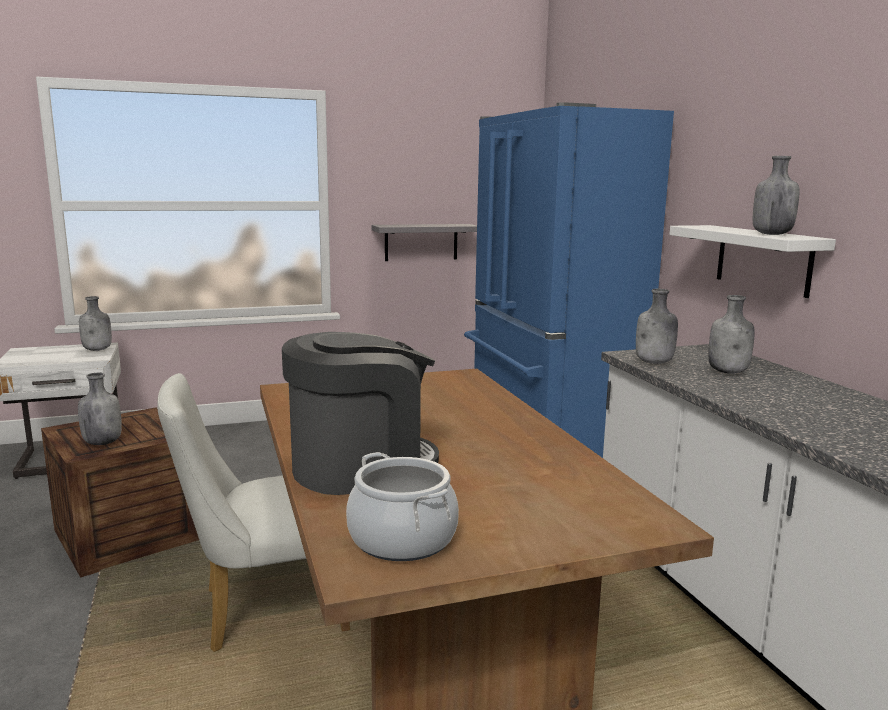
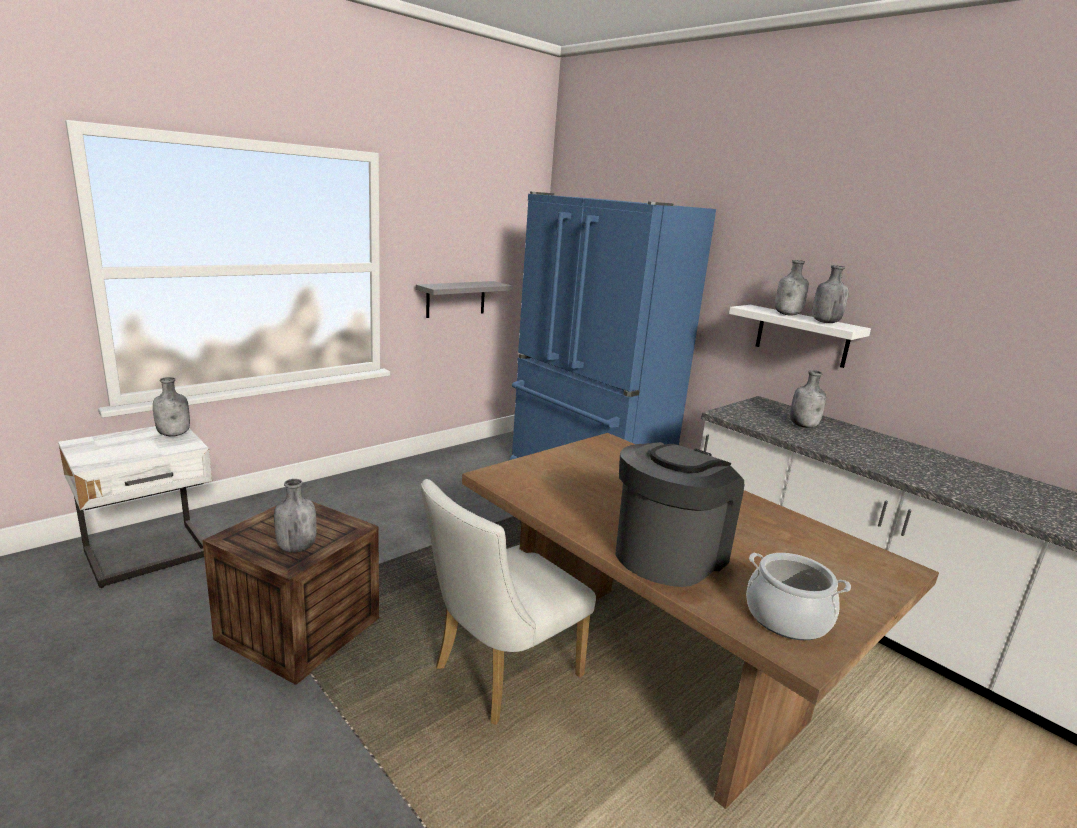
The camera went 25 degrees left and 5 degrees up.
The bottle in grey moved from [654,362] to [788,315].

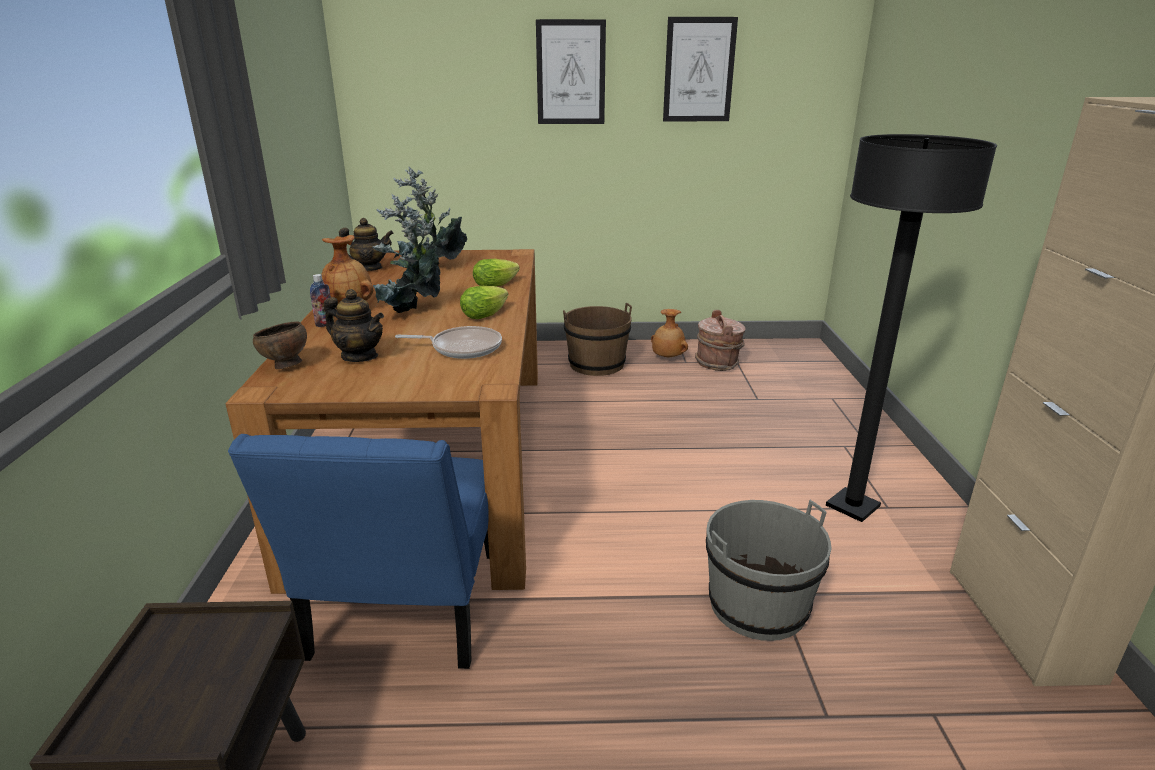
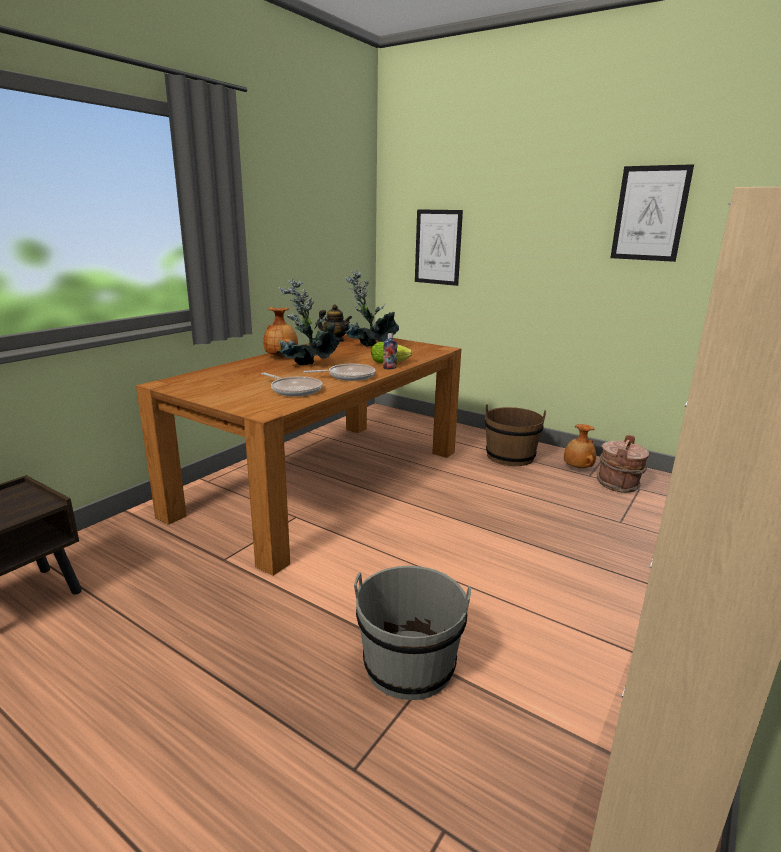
The camera went 35 degrees right and 5 degrees down.
The chair in blue at [403,613] disappeared.
The bowl in brown at [285,366] disappeared.
The teapot at [359,356] disappeared.
The floor lamp in black at [852,506] disappeared.
The bottle moved from [325,324] to [389,368].
The picture moved from [571,73] to [438,247].
The lettuce at [487,313] was replaced by the frying pan at [348,376].

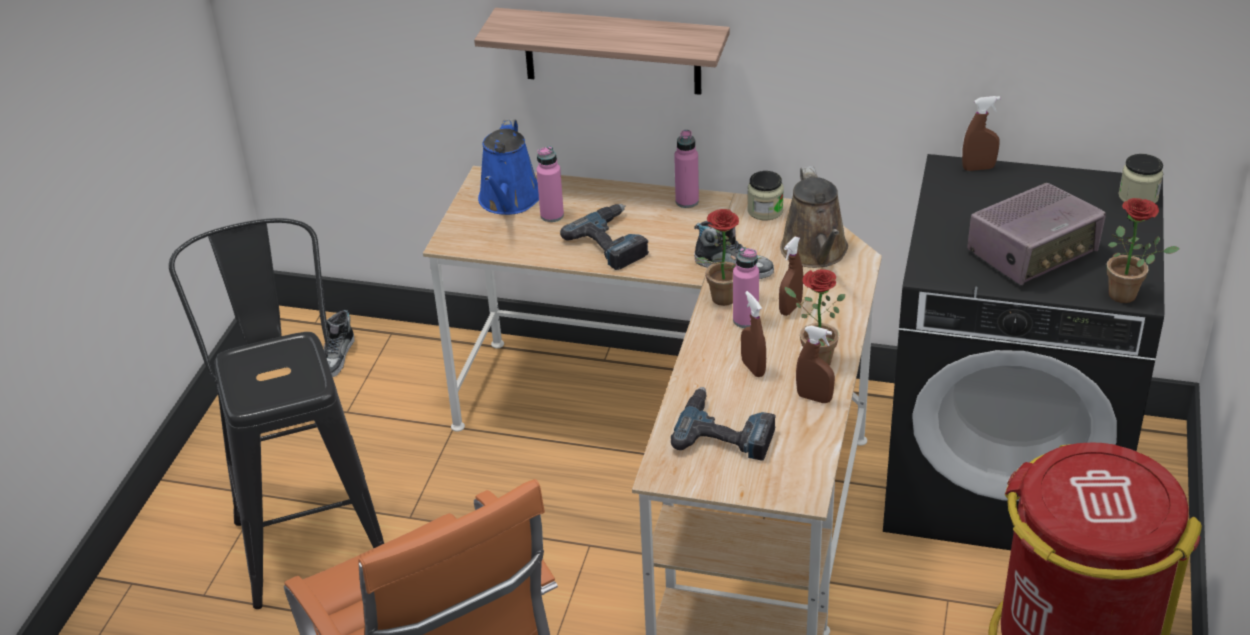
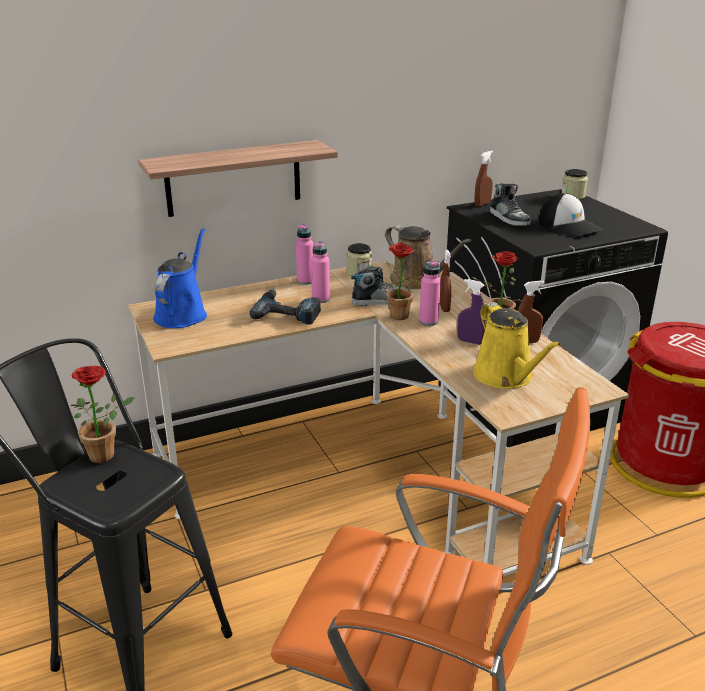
The camera went 40 degrees left and 10 degrees down.
The shoe moved from [337,357] to [509,218].
The bottle in pink moved from [552,215] to [320,299].
The potted plant moved from [1129,295] to [107,454].
The power drill at [725,432] was replaced by the watering can in yellow at [506,376].
The radio at [1033,253] was replaced by the cap at [569,226].
The spray bottle in brown at [753,368] became the spray bottle in purple at [470,341].
The watering can in blue at [509,201] turned 135 degrees counterclockwise.

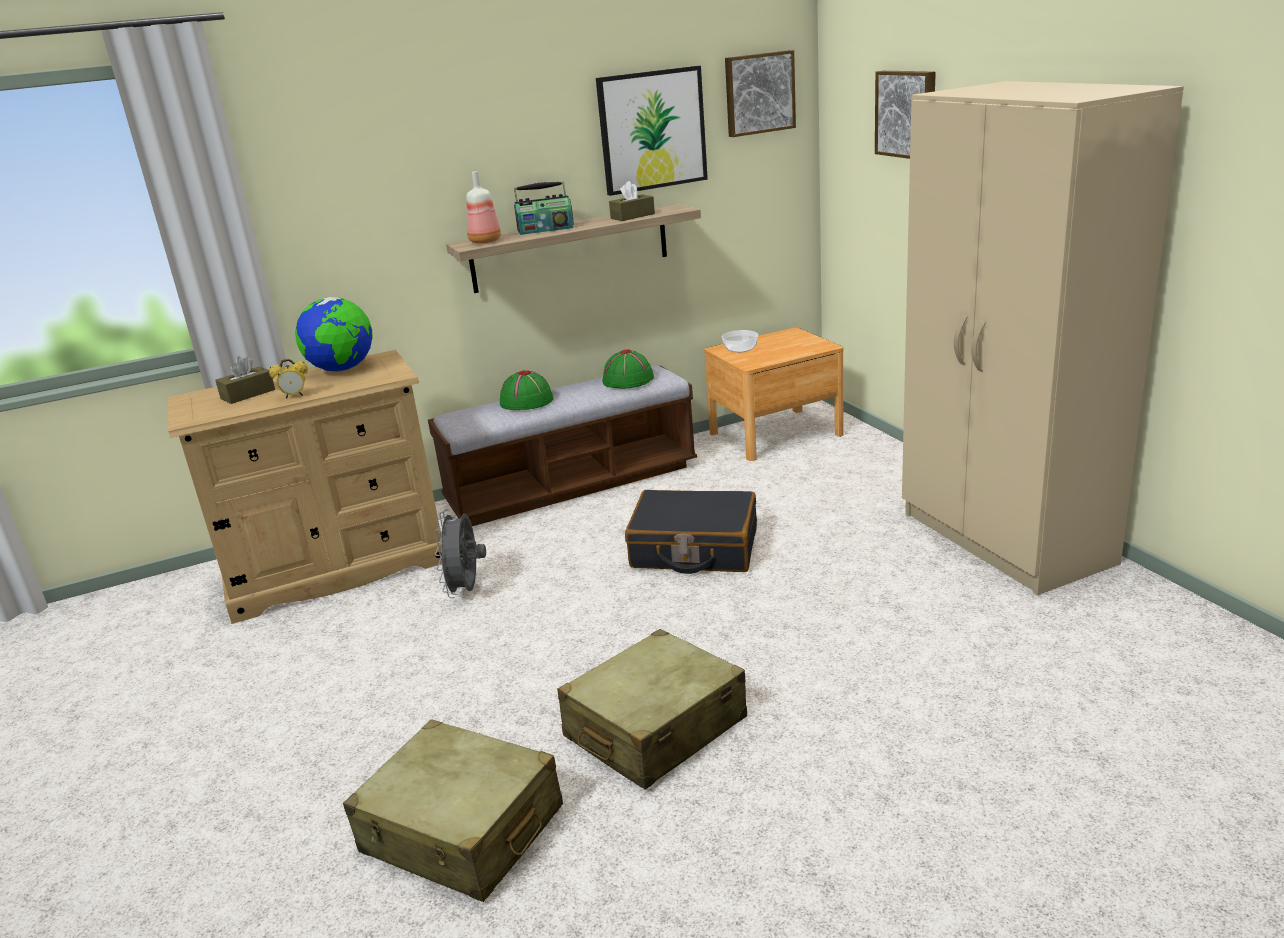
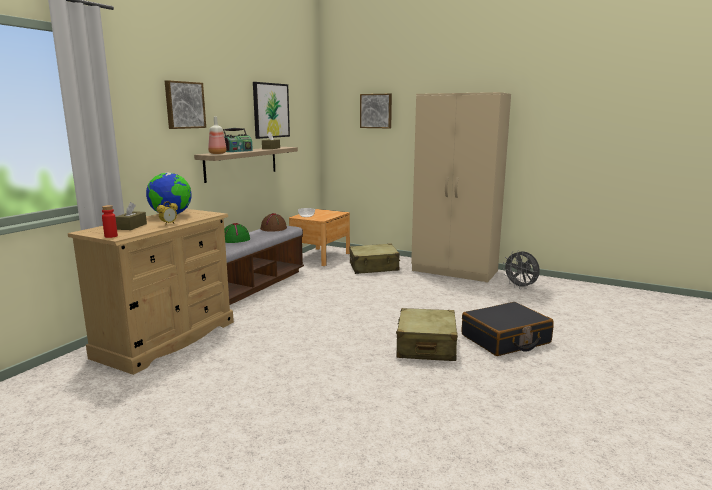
The camera went 40 degrees left and 10 degrees down.
The bottle in red at [111,236] appeared.
The suitcase in beige moved from [462,830] to [374,267].
The fan in grey moved from [466,590] to [520,287].
The suitcase in black moved from [694,549] to [505,339].
The picture moved from [758,93] to [184,105].
The hat in green at [628,380] became the hat in brown at [273,229].

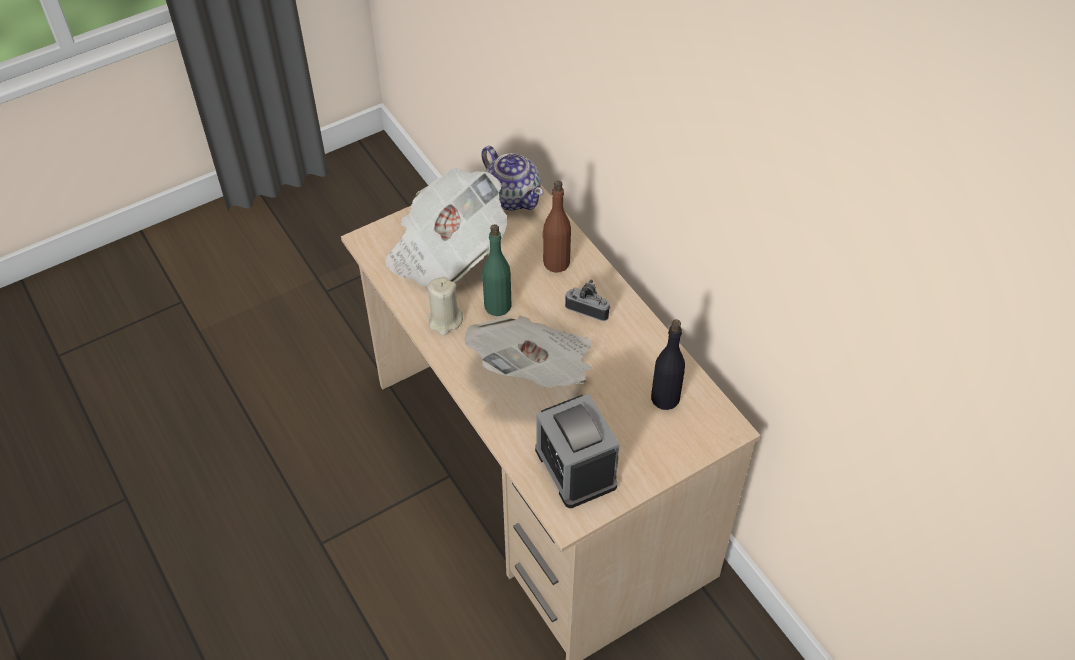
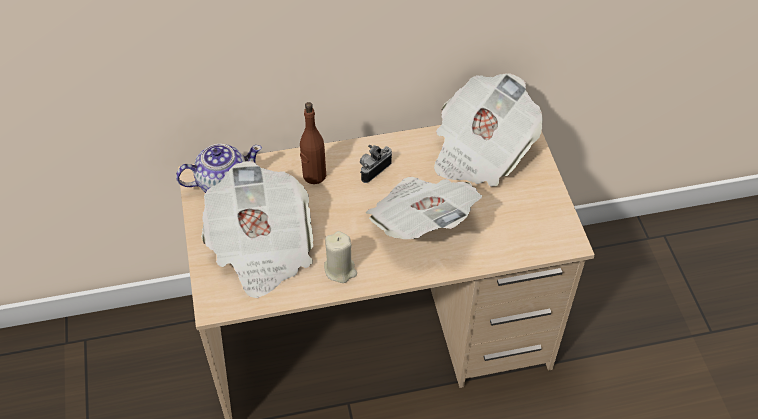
The camera went 70 degrees left and 0 degrees up.
The bottle in green at [497,305] disappeared.
The alarm clock at [575,467] disappeared.
The bottle in black at [665,398] was replaced by the newspaper at [480,150].

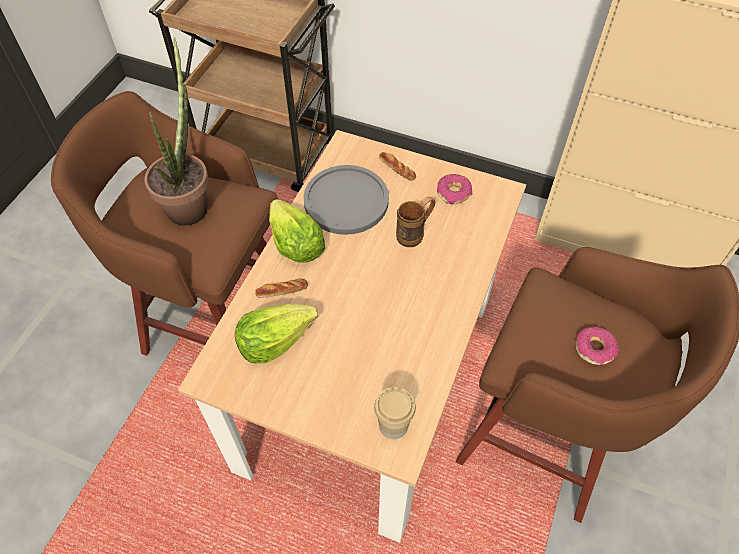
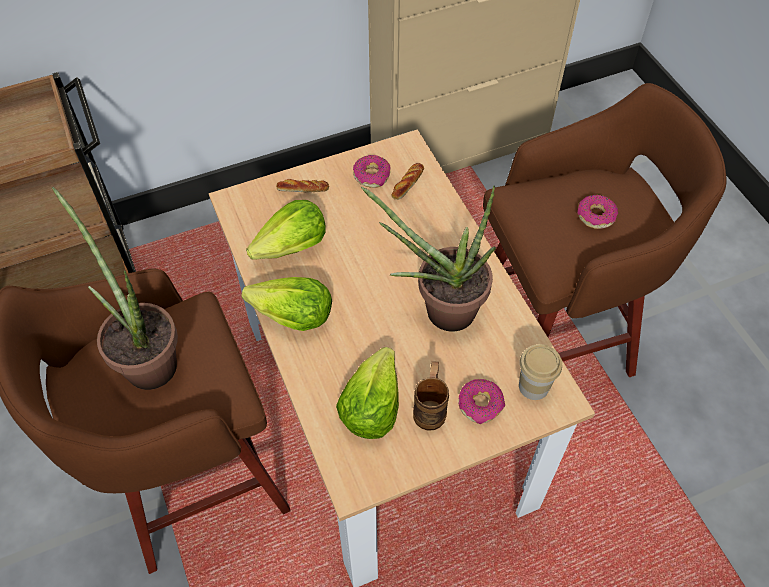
The camera went 45 degrees left and 0 degrees up.
The potted plant at [439,310] appeared.
The donut at [480,404] appeared.
The bread moved from [282,290] to [407,184].
The mug in brown moved from [415,233] to [430,407].
The plate in grey at [346,201] was replaced by the lettuce at [292,247].

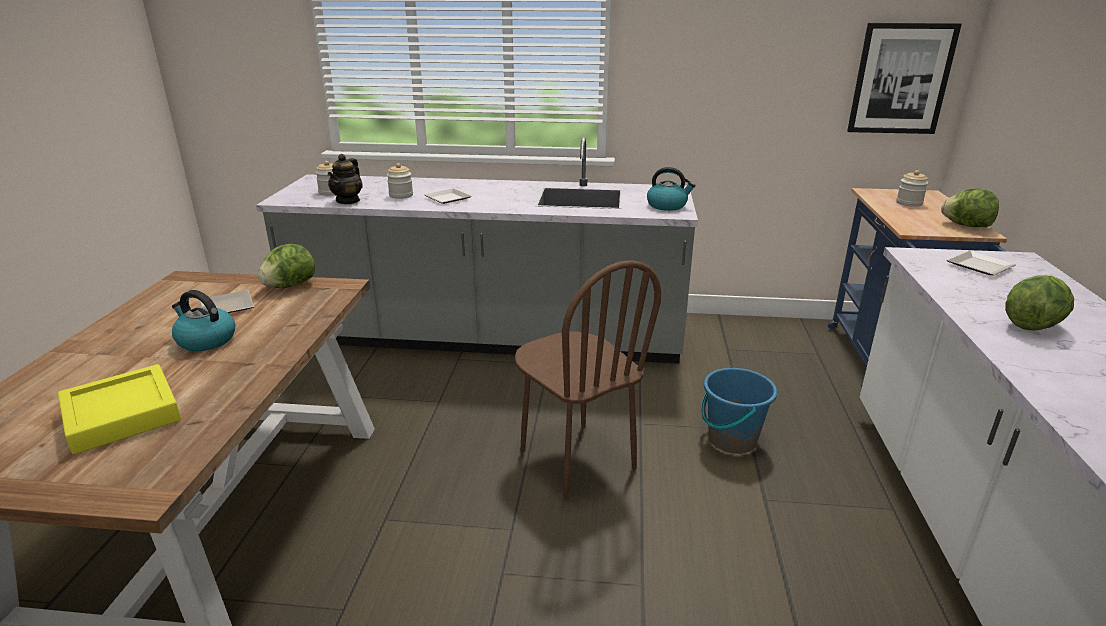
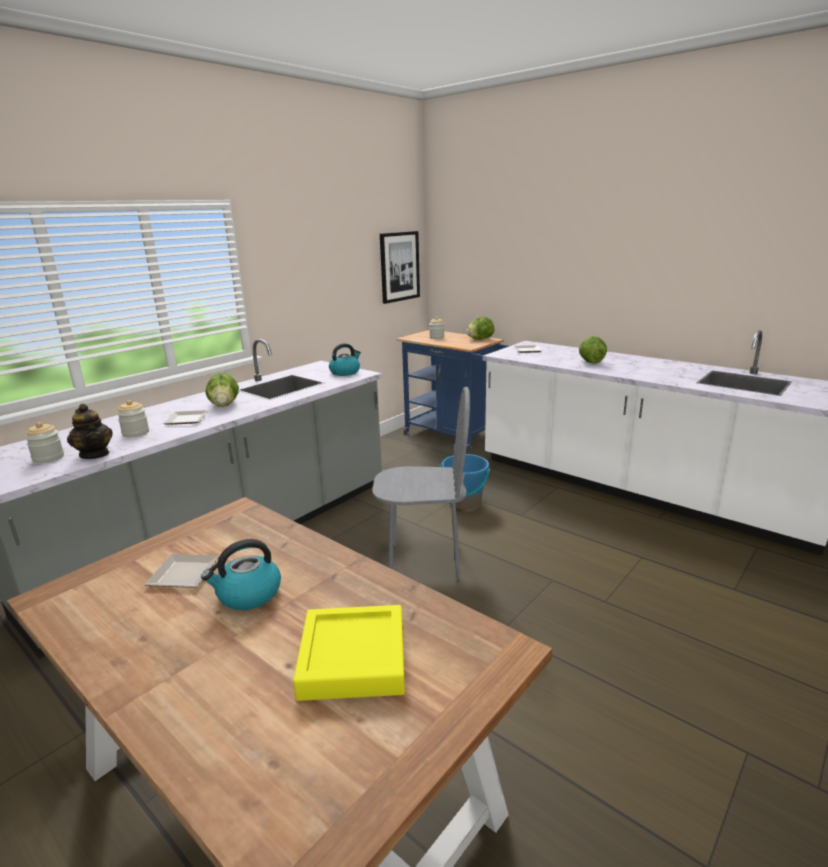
The camera went 55 degrees left and 5 degrees down.
The lettuce moved from [289,286] to [224,405].
The chair in brown at [576,460] became the chair in grey at [424,560].

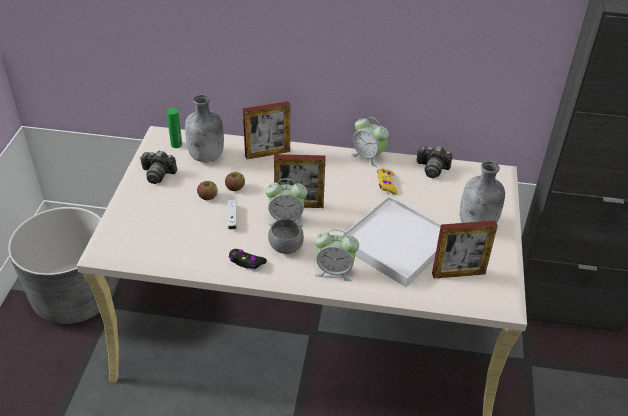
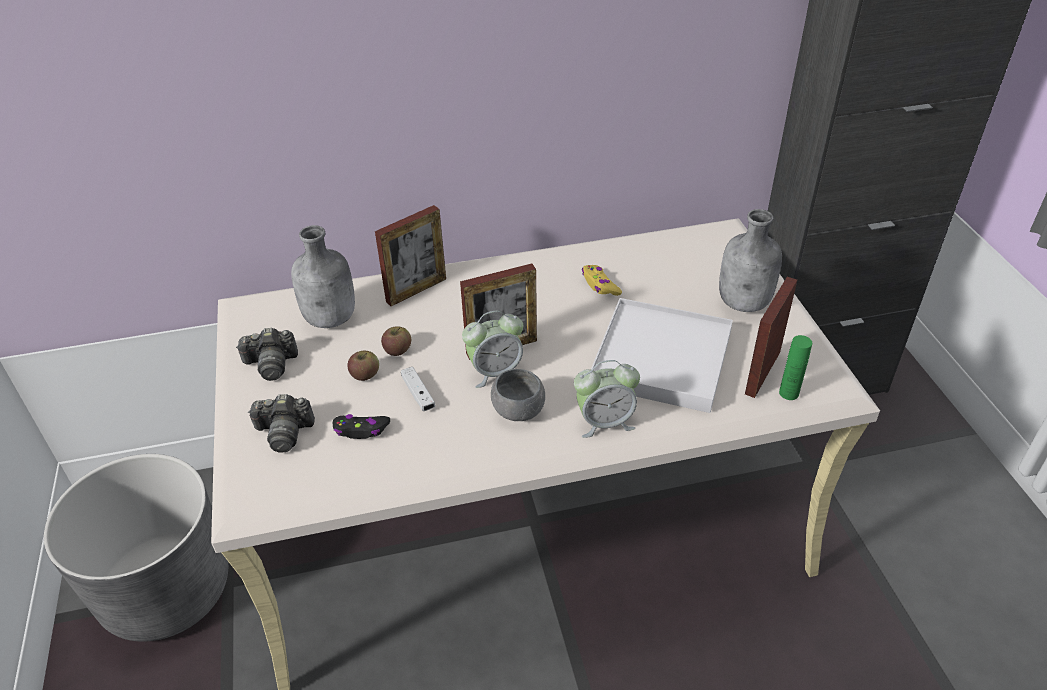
The camera went 20 degrees left and 0 degrees up.
The alarm clock at [368,156] disappeared.
The bottle in green moved from [176,144] to [788,393].
The game controller in black moved from [246,262] to [361,430].
The photo camera moved from [432,168] to [284,432].
The picture frame at [458,273] turned 150 degrees clockwise.

